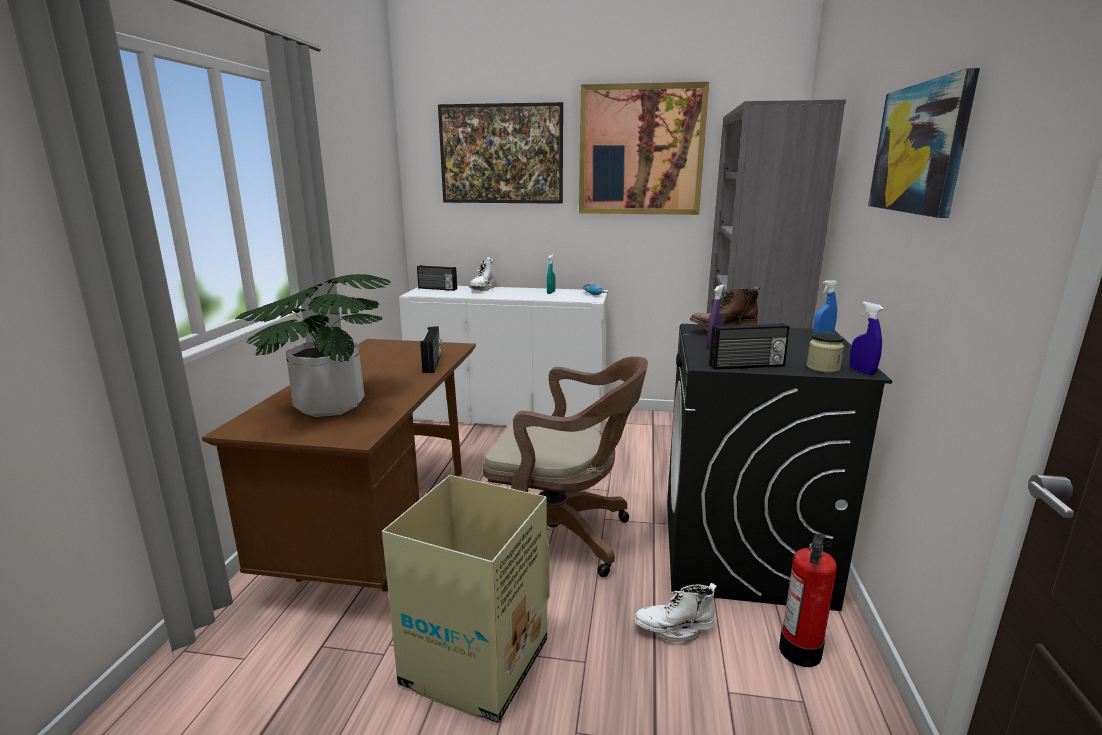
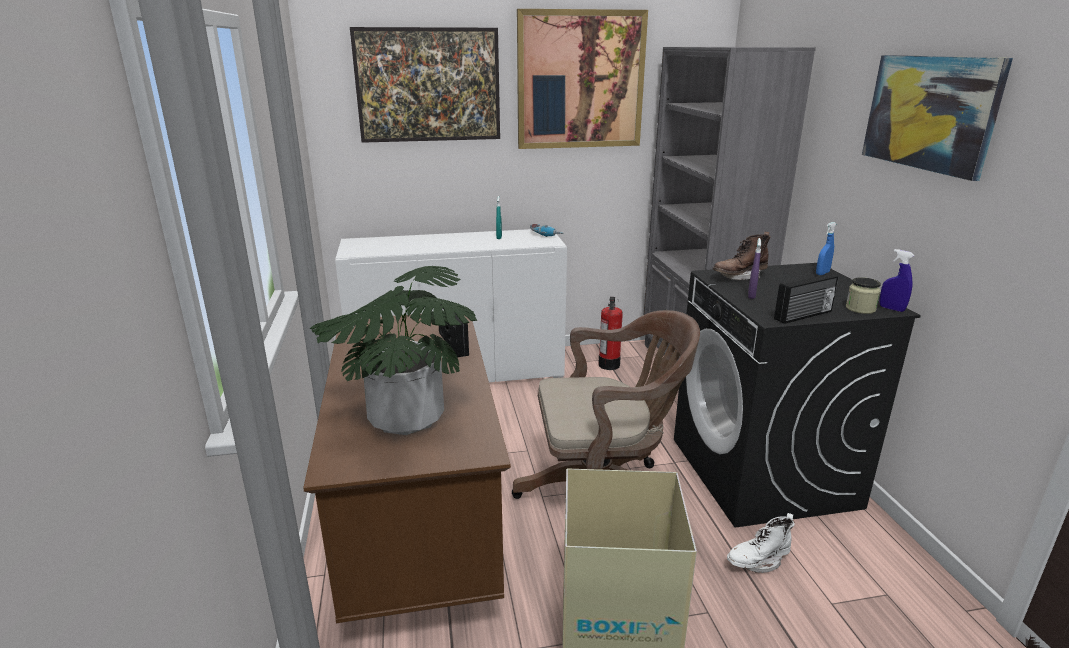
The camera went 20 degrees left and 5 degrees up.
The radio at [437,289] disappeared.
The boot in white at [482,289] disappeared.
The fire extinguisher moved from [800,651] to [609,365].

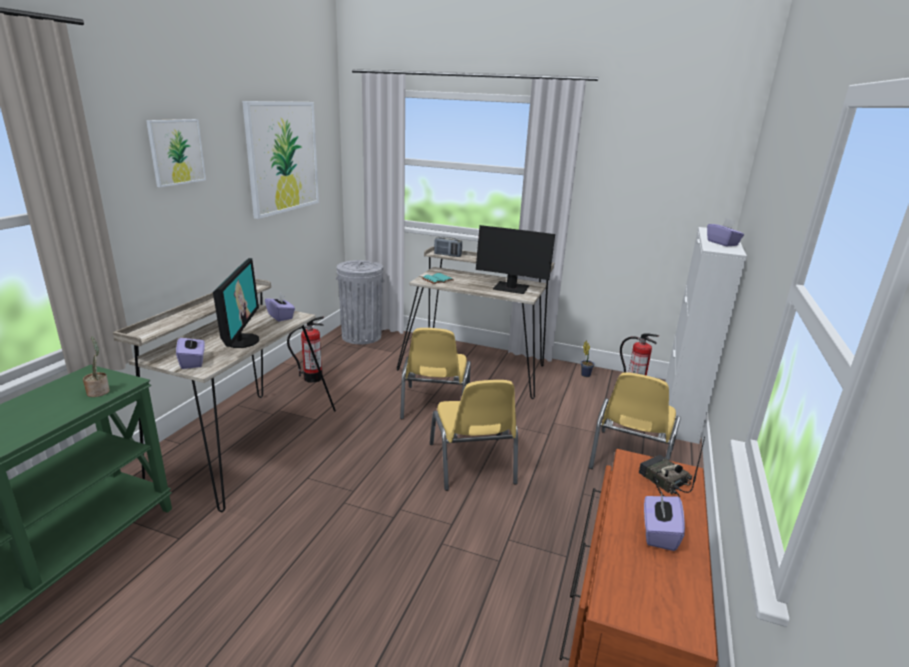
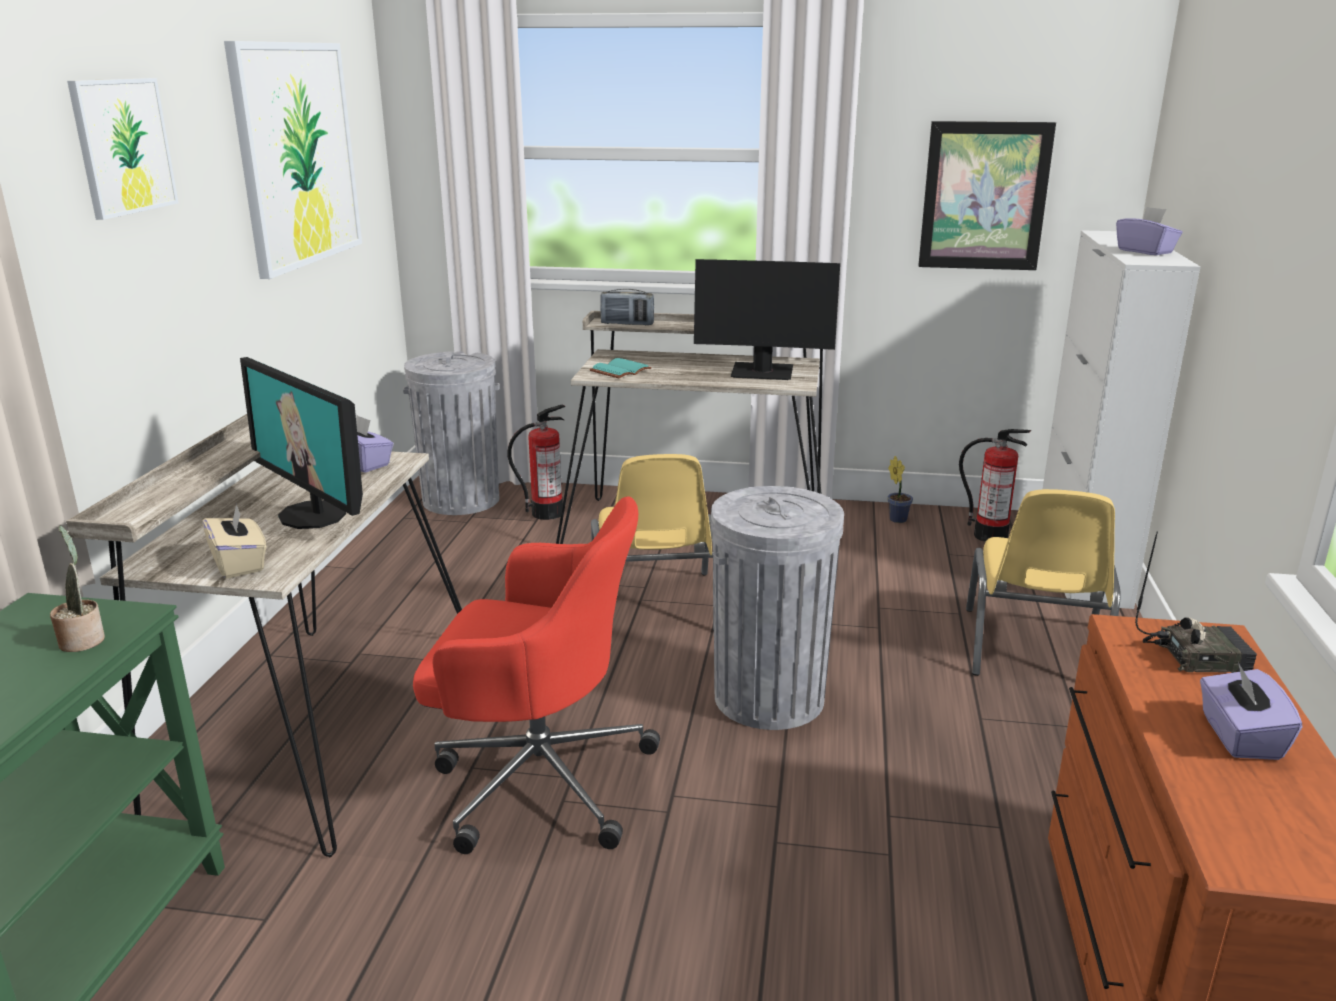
The camera went 10 degrees left and 0 degrees up.
The office chair in red at [538,778] appeared.
The picture at [984,196] appeared.
The fire extinguisher moved from [313,378] to [547,513].
The chair in yellow at [472,464] was replaced by the trash can in grey at [769,697].
The tissue box in purple at [193,362] became the tissue box in beige at [239,564].
The monitor at [242,341] turned 150 degrees clockwise.
The radio at [662,482] turned 135 degrees clockwise.

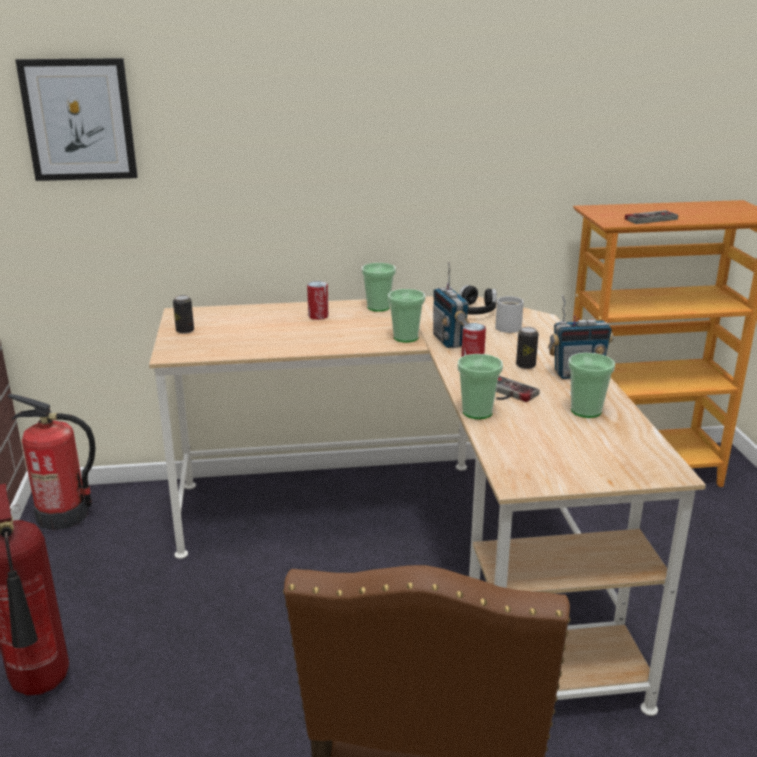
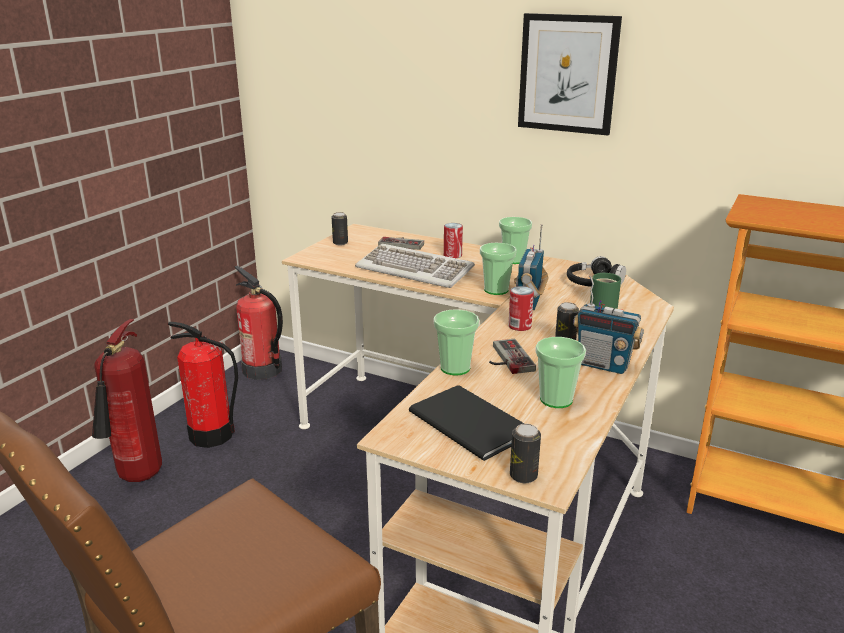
The camera went 35 degrees right and 0 degrees up.
The fire extinguisher at [211,435] appeared.
The keyboard at [415,270] appeared.
The book in black at [469,421] appeared.
The can at [523,476] appeared.
The picture moved from [79,120] to [567,74].
The game controller moved from [647,218] to [402,243].
The mug in white at [507,327] became the mug in green at [604,305].

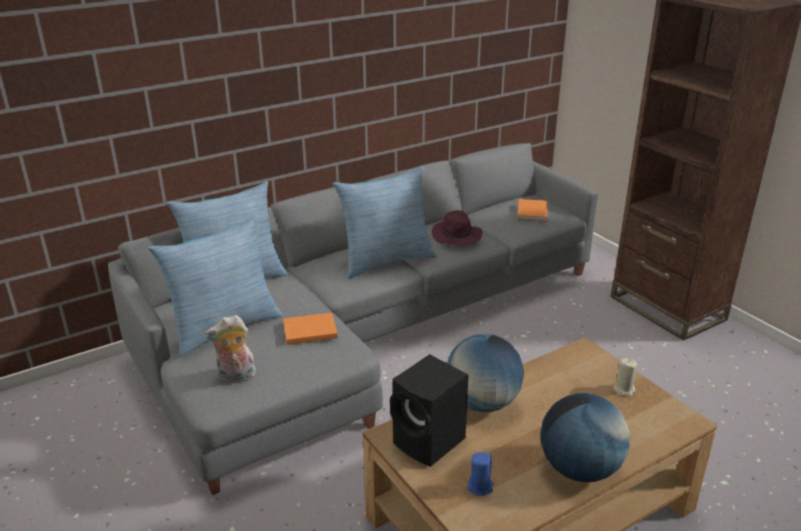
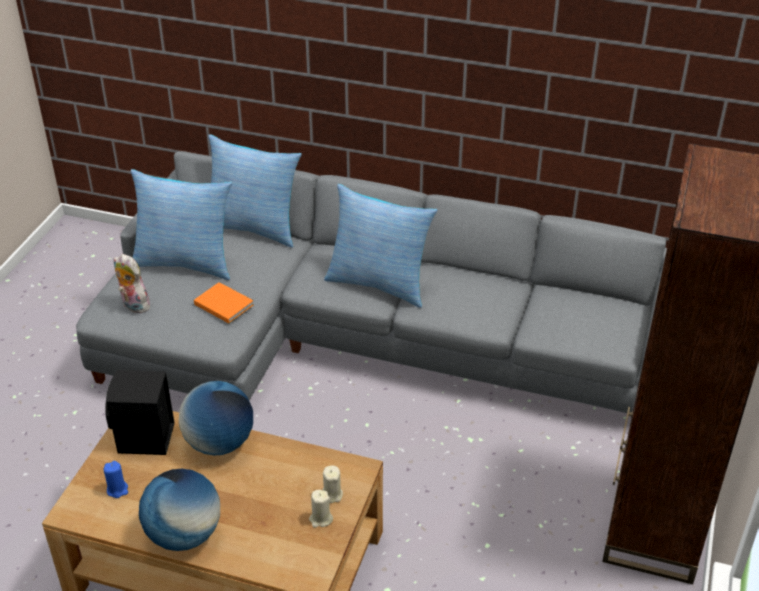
The camera went 50 degrees right and 10 degrees up.
The hat in purple at [457,236] disappeared.
The book in orange at [531,212] disappeared.
The candle in beige at [331,494] appeared.

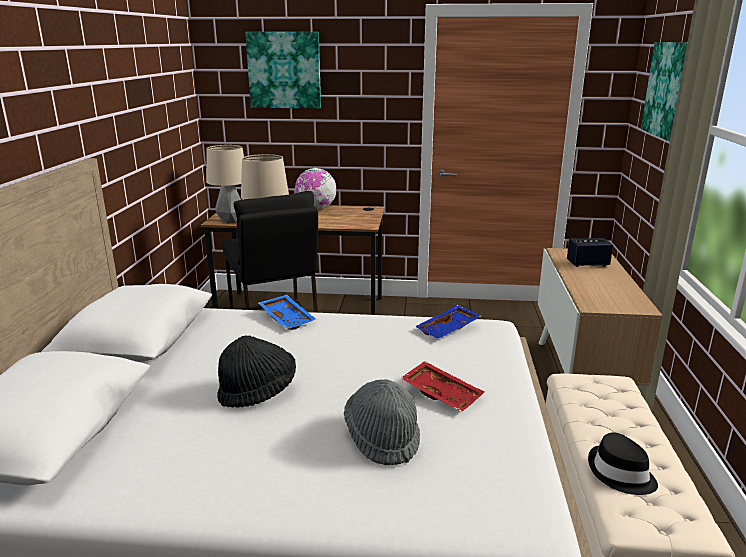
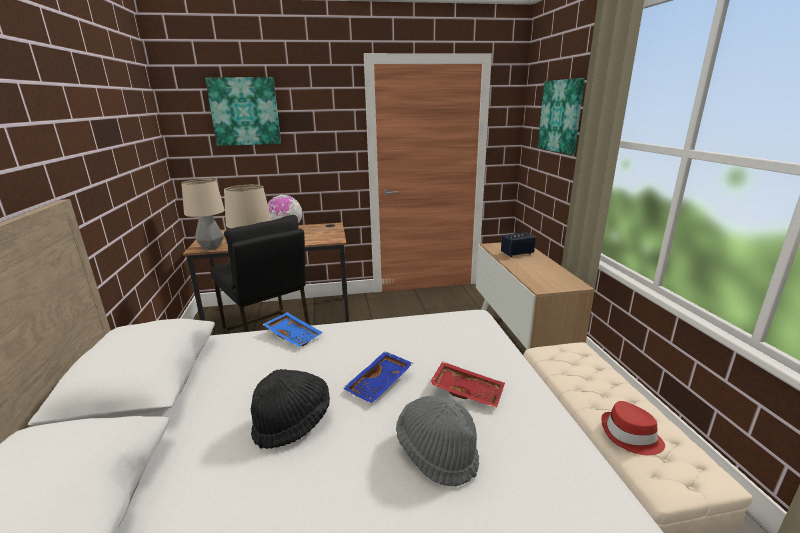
The camera went 15 degrees left and 0 degrees up.
The tray in blue moved from [448,329] to [380,384].
The hat in black at [620,474] became the hat in red at [630,436].

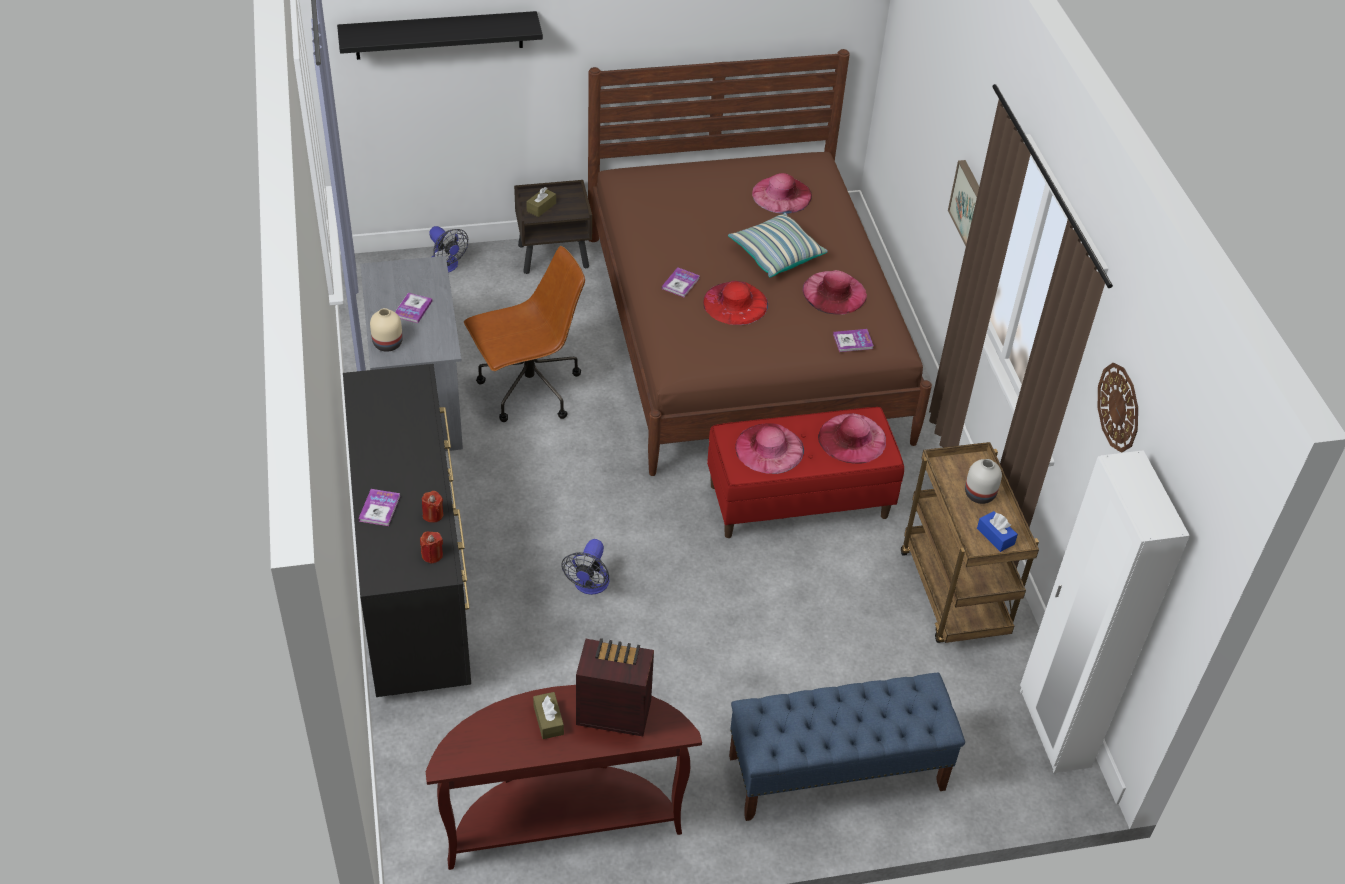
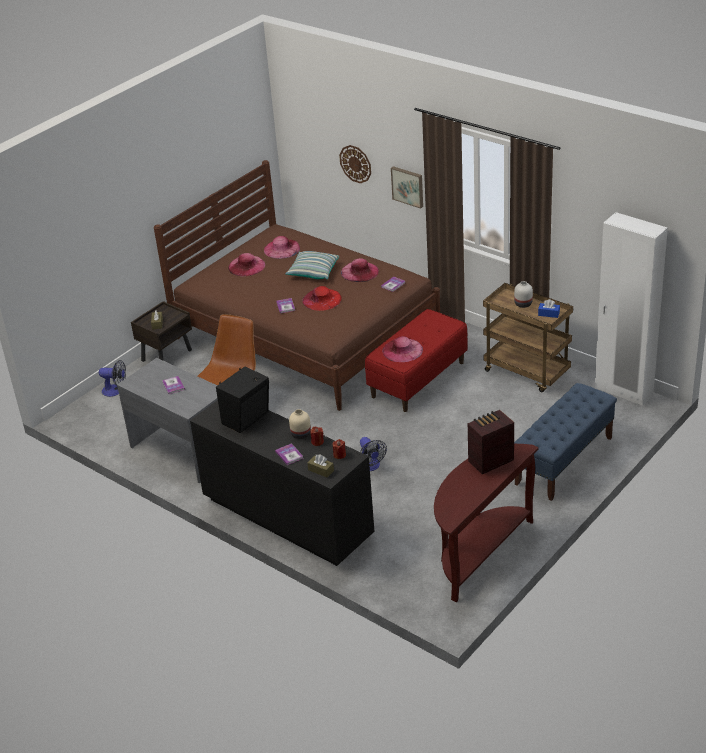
The camera went 35 degrees left and 10 degrees down.
The shelf in black at [439,35] disappeared.
The speaker in black at [247,418] appeared.
The vase in beige moved from [388,344] to [301,434].
The tissue box in brown moved from [548,720] to [321,470].
The hat in pink moved from [852,438] to [246,266].
The wall clock moved from [1119,407] to [355,163].

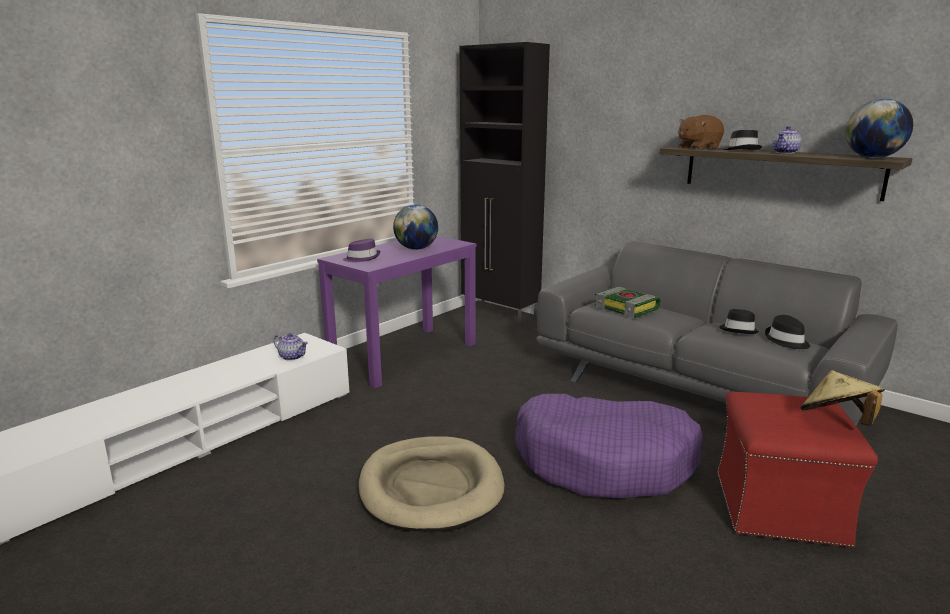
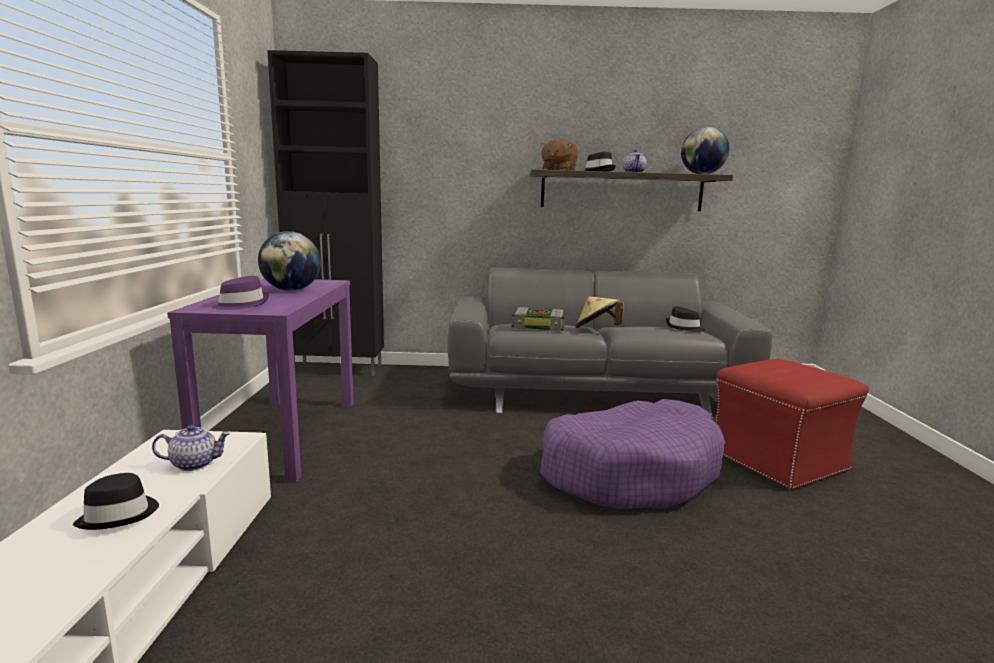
The camera went 40 degrees left and 5 degrees down.
The dog bed in beige at [431,487] disappeared.
The hat in black moved from [739,330] to [120,515].
The hat in beige moved from [837,420] to [597,329].

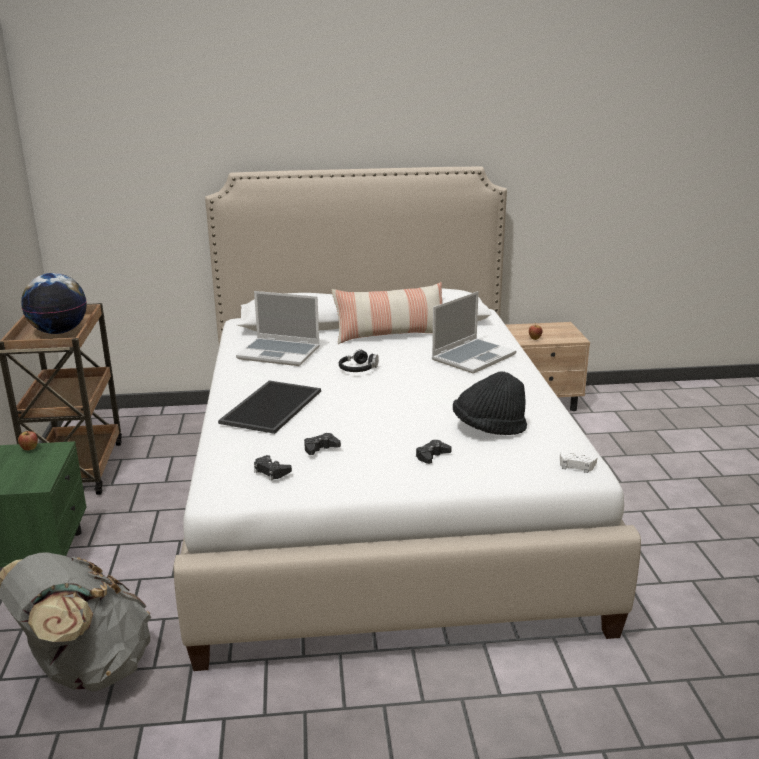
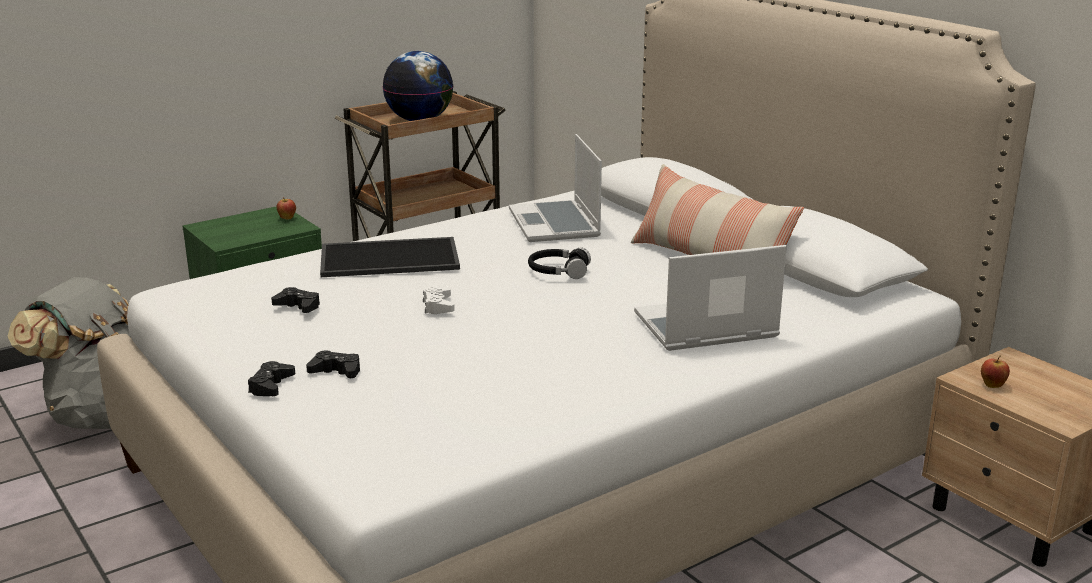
The camera went 60 degrees right and 0 degrees up.
The hat in black at [489,428] disappeared.
The game controller in black moved from [271,471] to [271,385].
The game controller in white moved from [576,465] to [438,306].
The laptop at [473,357] turned 150 degrees clockwise.

